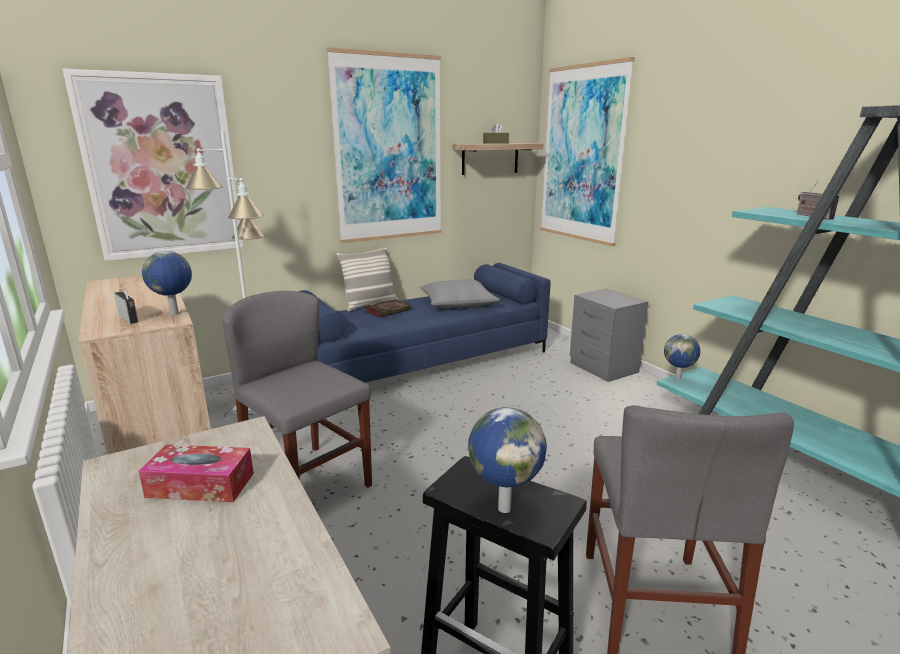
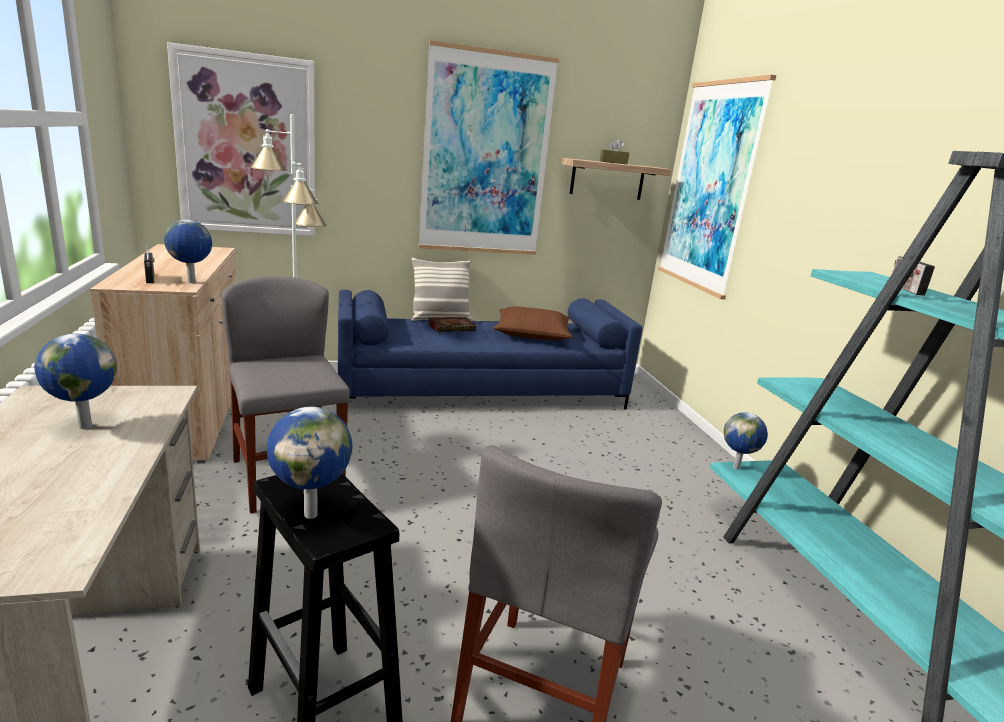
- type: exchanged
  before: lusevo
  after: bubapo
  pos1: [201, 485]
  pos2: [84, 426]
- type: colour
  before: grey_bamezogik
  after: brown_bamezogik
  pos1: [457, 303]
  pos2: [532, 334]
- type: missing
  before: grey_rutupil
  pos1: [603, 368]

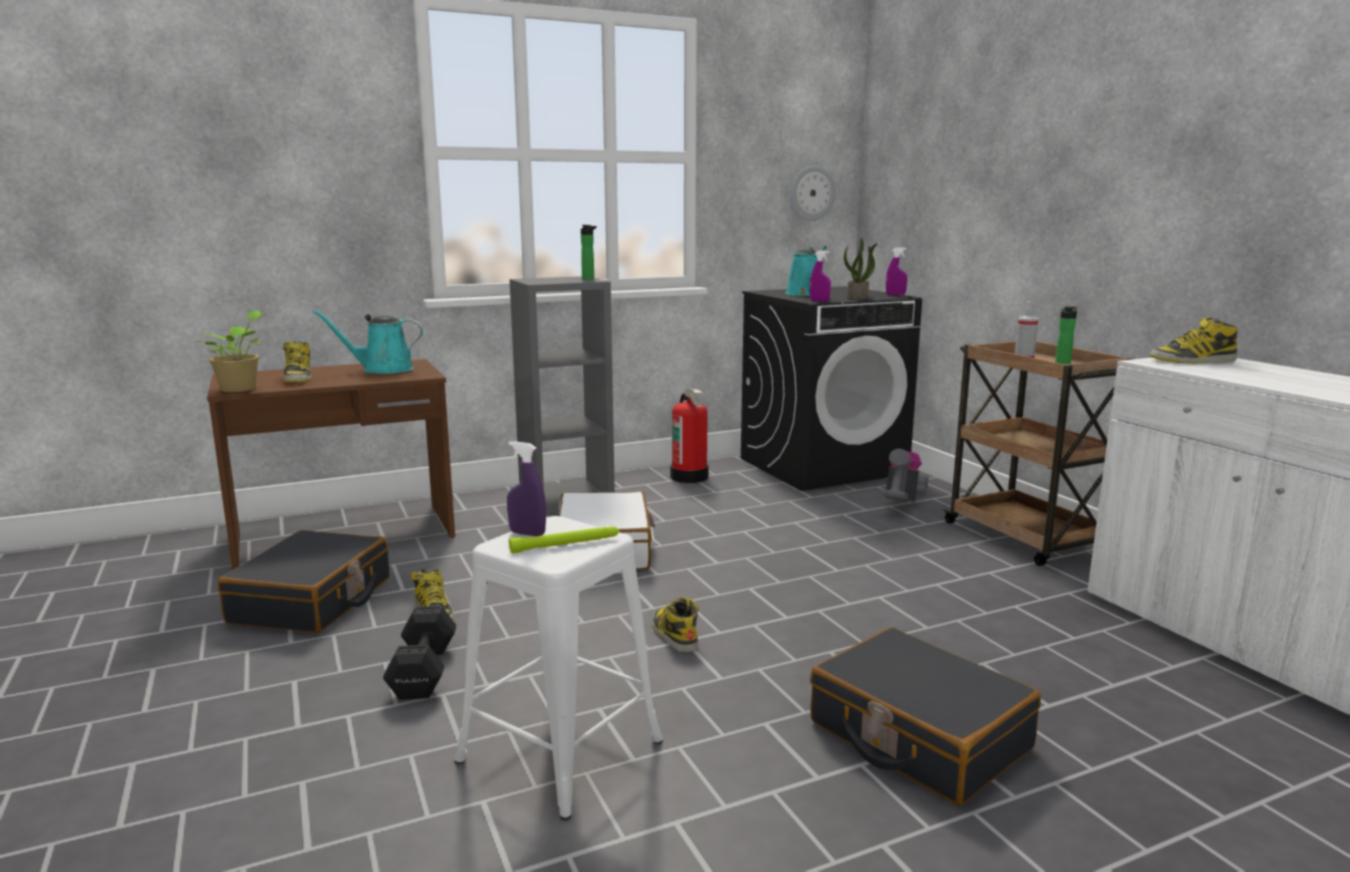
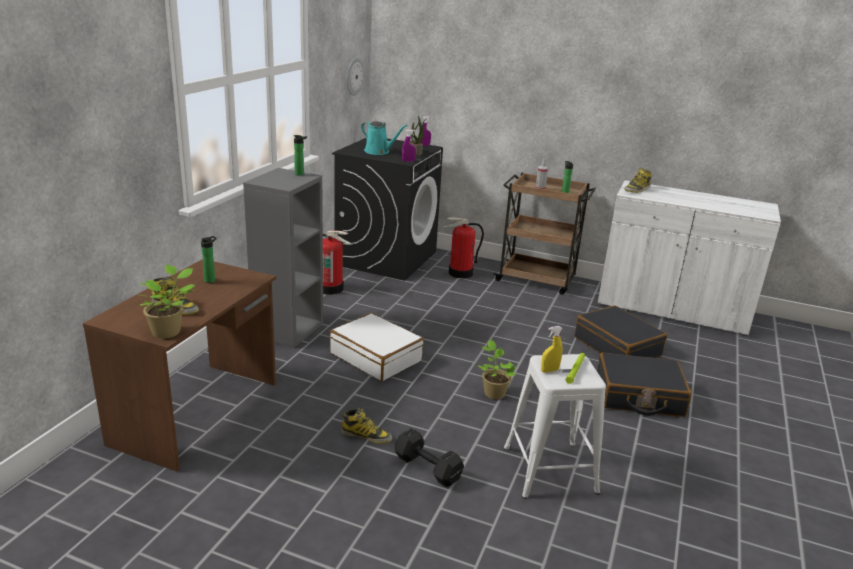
- type: relocated
  before: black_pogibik
  pos1: [312, 601]
  pos2: [617, 346]
- type: exchanged
  before: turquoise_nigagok
  after: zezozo
  pos1: [382, 370]
  pos2: [211, 280]
- type: colour
  before: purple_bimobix
  after: yellow_bimobix
  pos1: [527, 533]
  pos2: [549, 370]
- type: exchanged
  before: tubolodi
  after: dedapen
  pos1: [674, 634]
  pos2: [493, 392]
- type: exchanged
  before: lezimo
  after: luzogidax
  pos1: [902, 502]
  pos2: [460, 273]

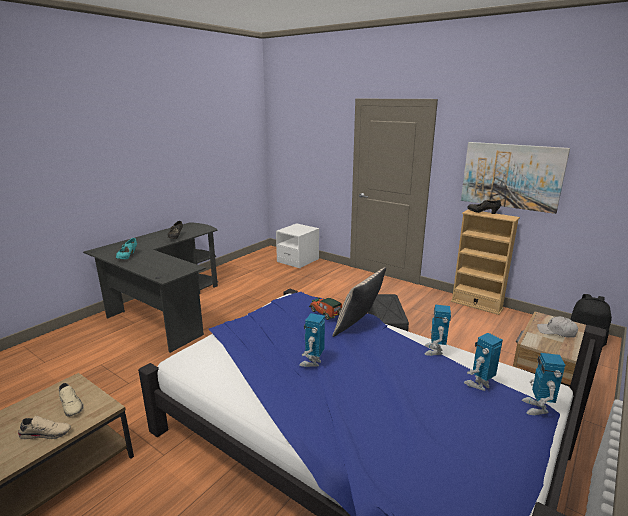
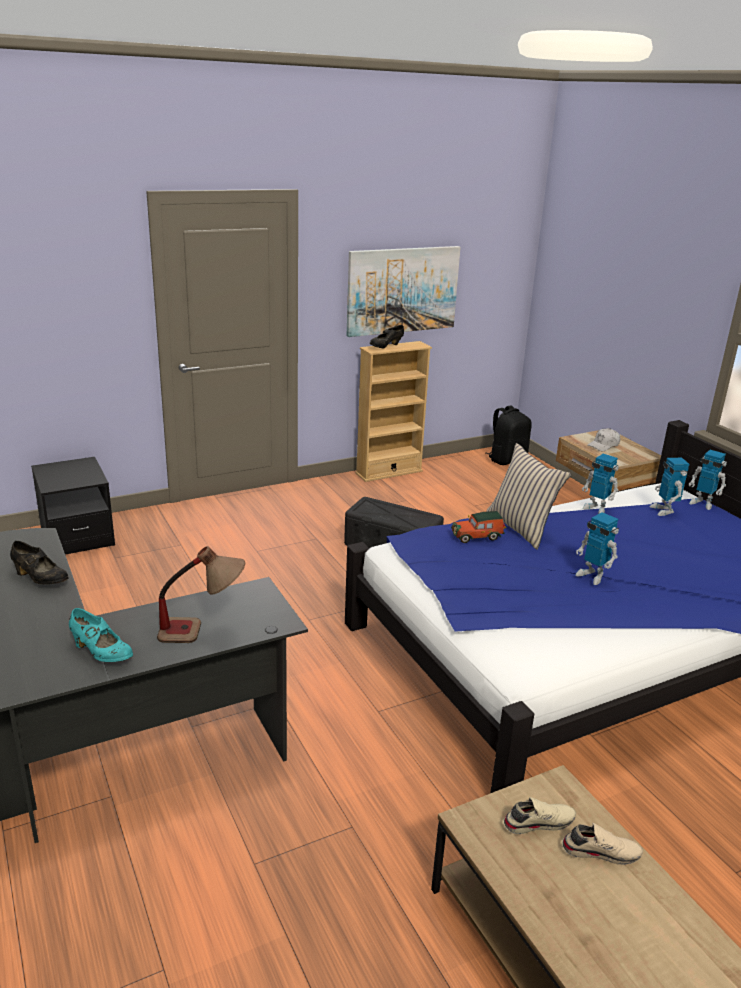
- type: spun
  before: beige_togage
  pos1: [46, 433]
  pos2: [600, 851]
  turn: 75
- type: colour
  before: white_rutupil
  after: black_rutupil
  pos1: [298, 261]
  pos2: [77, 537]
- type: appeared
  after: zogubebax
  pos2: [203, 632]

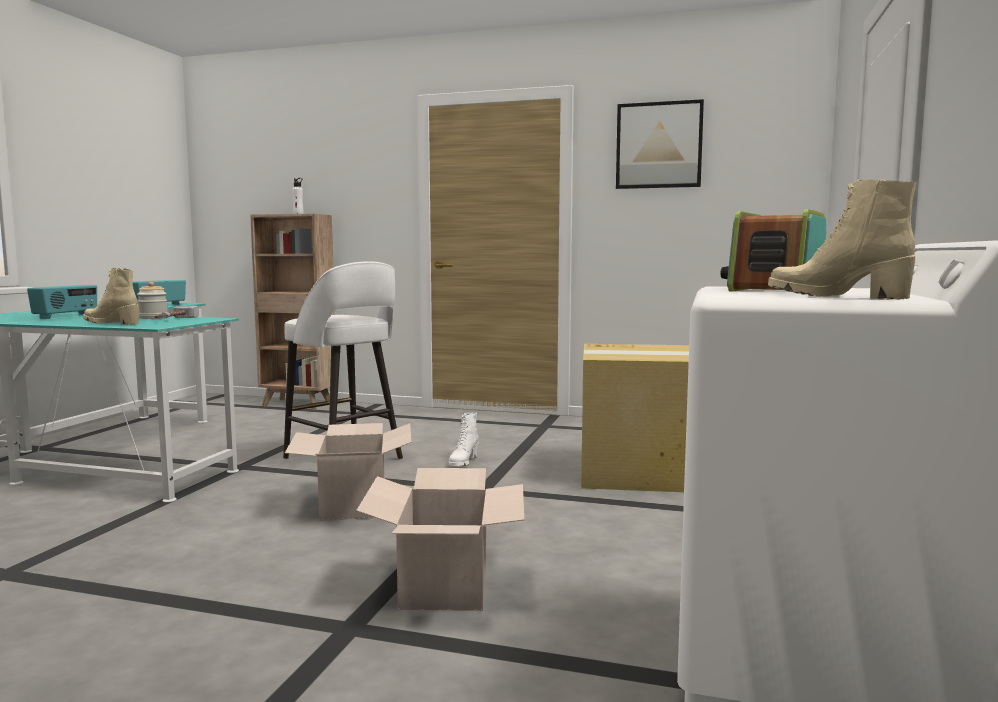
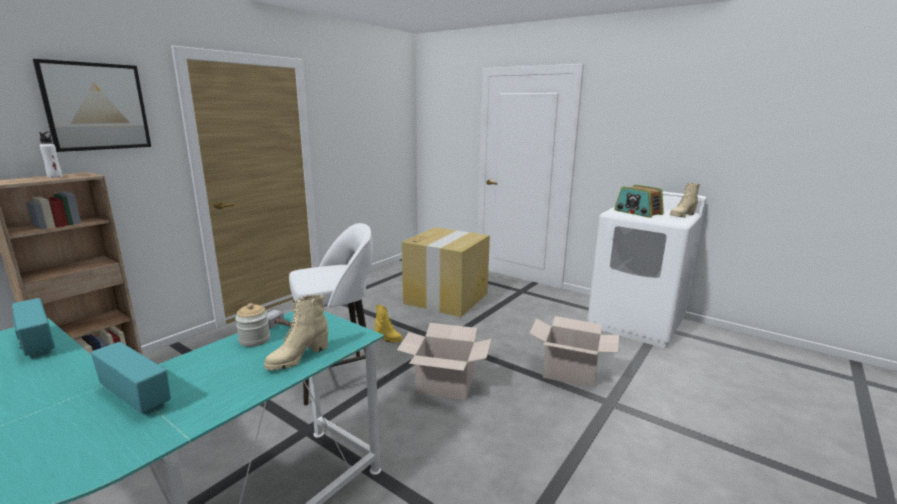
- type: colour
  before: white_tubolodi
  after: yellow_tubolodi
  pos1: [463, 462]
  pos2: [388, 337]
- type: relocated
  before: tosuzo
  pos1: [659, 145]
  pos2: [96, 107]

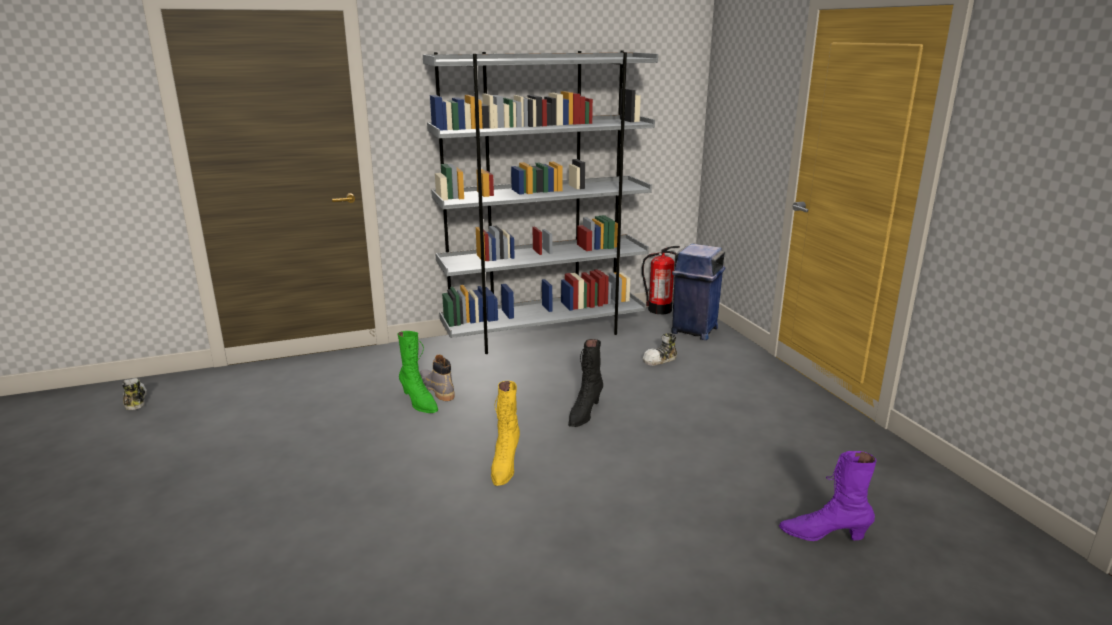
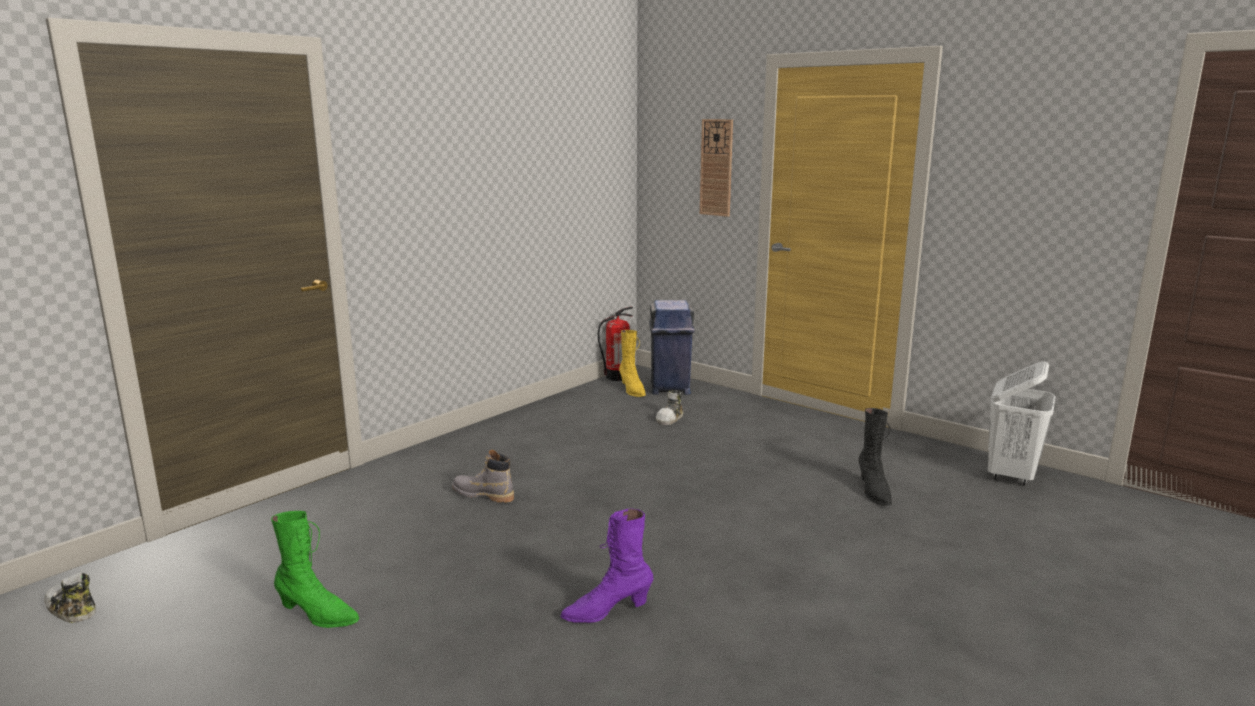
- type: relocated
  before: green_tubolodi
  pos1: [419, 402]
  pos2: [317, 615]
- type: missing
  before: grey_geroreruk
  pos1: [544, 333]
- type: relocated
  before: yellow_tubolodi
  pos1: [504, 466]
  pos2: [632, 390]
- type: relocated
  before: black_tubolodi
  pos1: [584, 414]
  pos2: [873, 491]
- type: relocated
  before: purple_tubolodi
  pos1: [823, 535]
  pos2: [607, 611]
- type: appeared
  after: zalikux
  pos2: [716, 167]
- type: appeared
  after: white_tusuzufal
  pos2: [1011, 475]

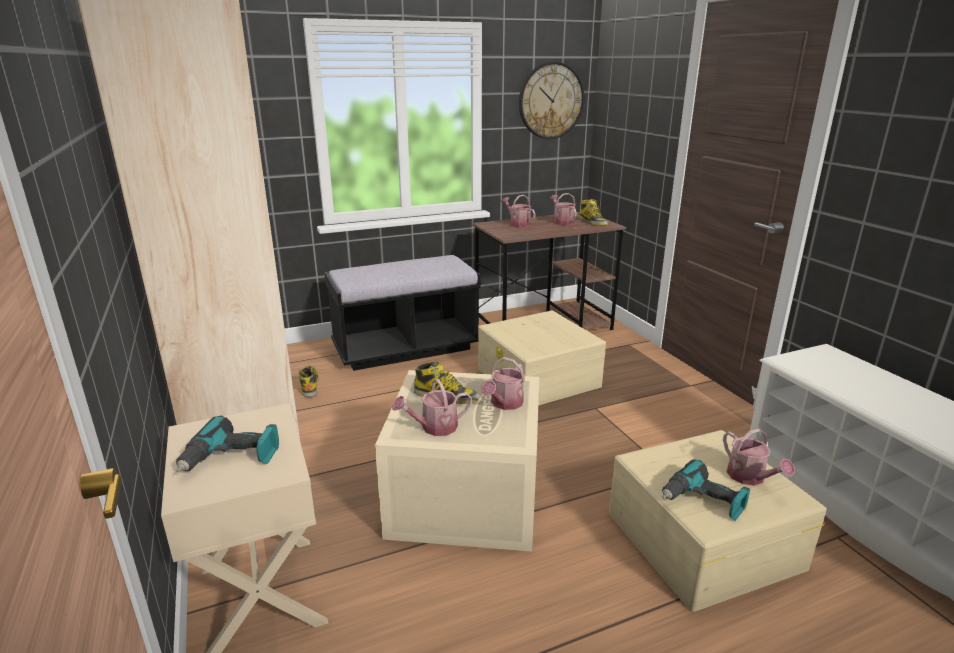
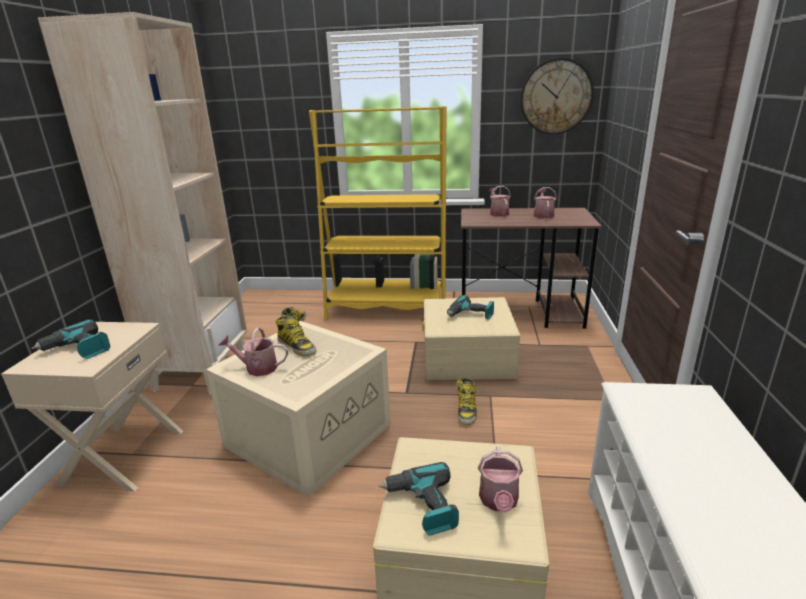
- type: exchanged
  before: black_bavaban
  after: yellow_geroreruk
  pos1: [405, 348]
  pos2: [387, 309]
- type: missing
  before: nigagok
  pos1: [504, 404]
- type: relocated
  before: tubolodi
  pos1: [593, 222]
  pos2: [466, 410]
- type: appeared
  after: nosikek
  pos2: [470, 315]

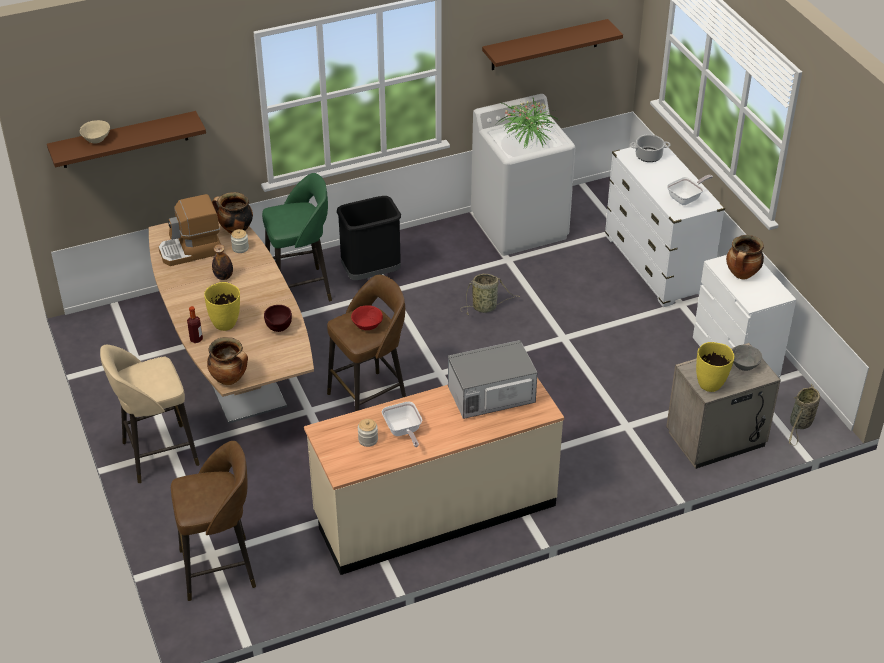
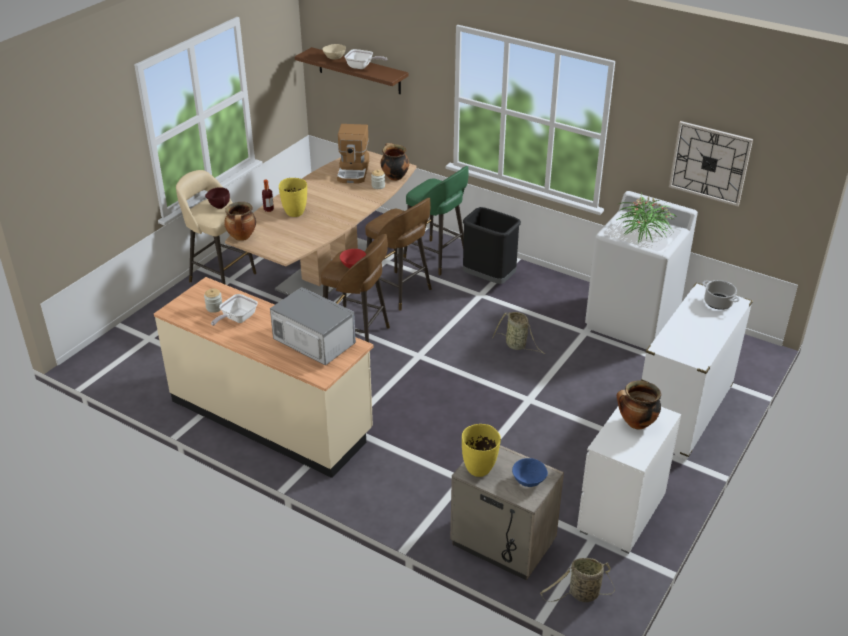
- type: spun
  before: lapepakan
  pos1: [191, 251]
  pos2: [354, 171]
  turn: -120
- type: relocated
  before: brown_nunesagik
  pos1: [220, 568]
  pos2: [399, 291]
- type: missing
  before: zezozo
  pos1: [223, 276]
- type: relocated
  before: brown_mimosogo
  pos1: [279, 330]
  pos2: [219, 207]
- type: exchanged
  before: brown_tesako
  after: zalikux
  pos1: [545, 45]
  pos2: [709, 163]
- type: relocated
  before: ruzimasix
  pos1: [687, 198]
  pos2: [362, 67]
- type: colour
  before: grey_mimosogo
  after: blue_mimosogo
  pos1: [744, 365]
  pos2: [528, 481]

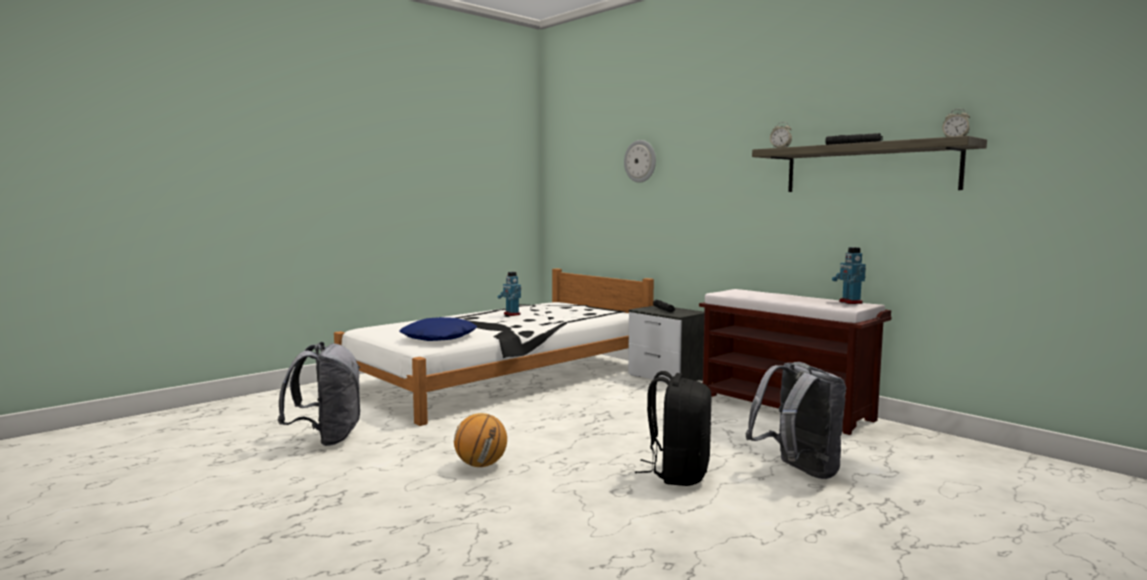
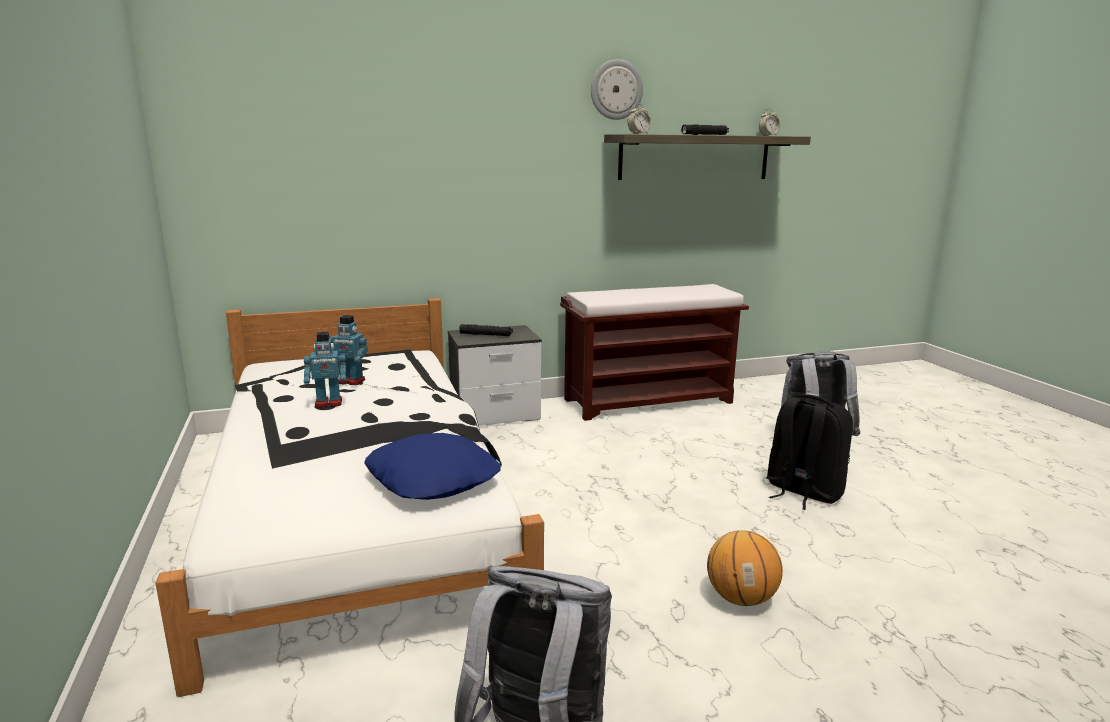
- type: relocated
  before: zalikux
  pos1: [640, 161]
  pos2: [616, 90]
- type: relocated
  before: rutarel
  pos1: [850, 302]
  pos2: [350, 381]

